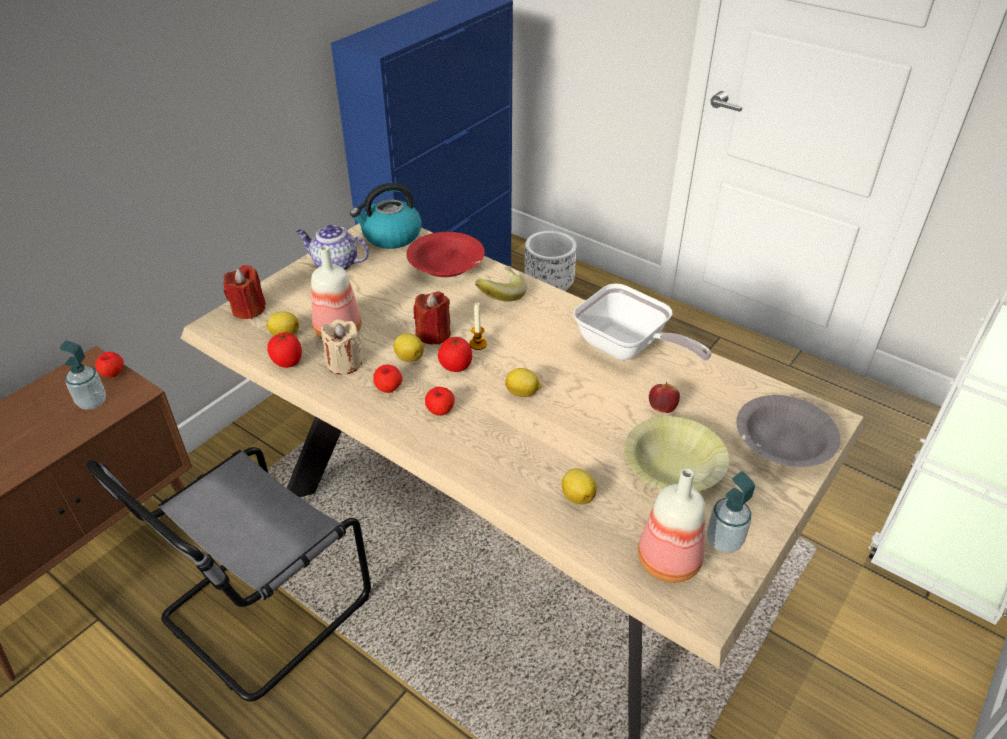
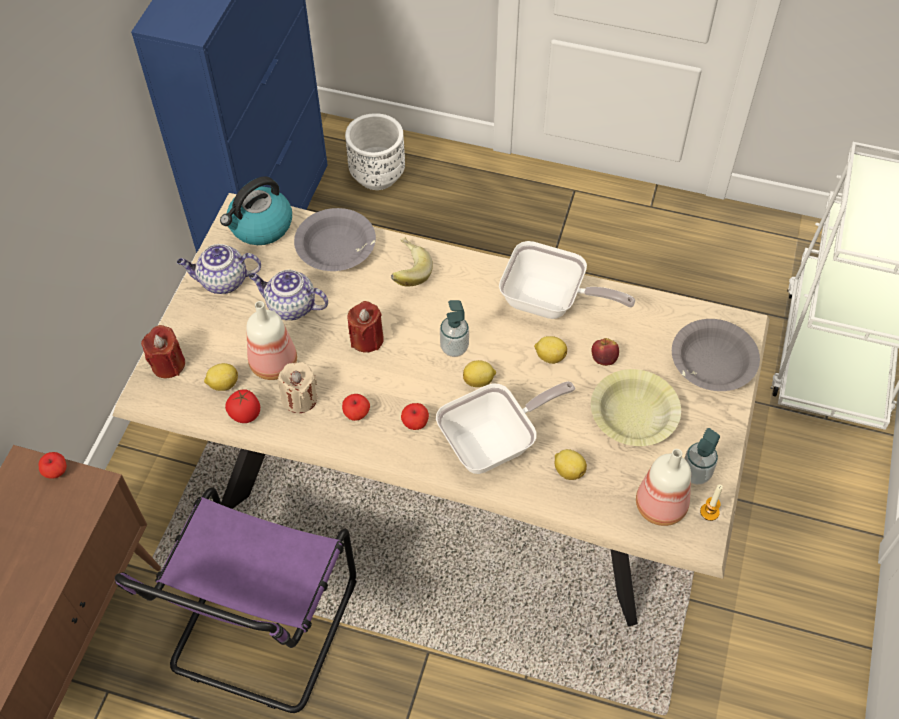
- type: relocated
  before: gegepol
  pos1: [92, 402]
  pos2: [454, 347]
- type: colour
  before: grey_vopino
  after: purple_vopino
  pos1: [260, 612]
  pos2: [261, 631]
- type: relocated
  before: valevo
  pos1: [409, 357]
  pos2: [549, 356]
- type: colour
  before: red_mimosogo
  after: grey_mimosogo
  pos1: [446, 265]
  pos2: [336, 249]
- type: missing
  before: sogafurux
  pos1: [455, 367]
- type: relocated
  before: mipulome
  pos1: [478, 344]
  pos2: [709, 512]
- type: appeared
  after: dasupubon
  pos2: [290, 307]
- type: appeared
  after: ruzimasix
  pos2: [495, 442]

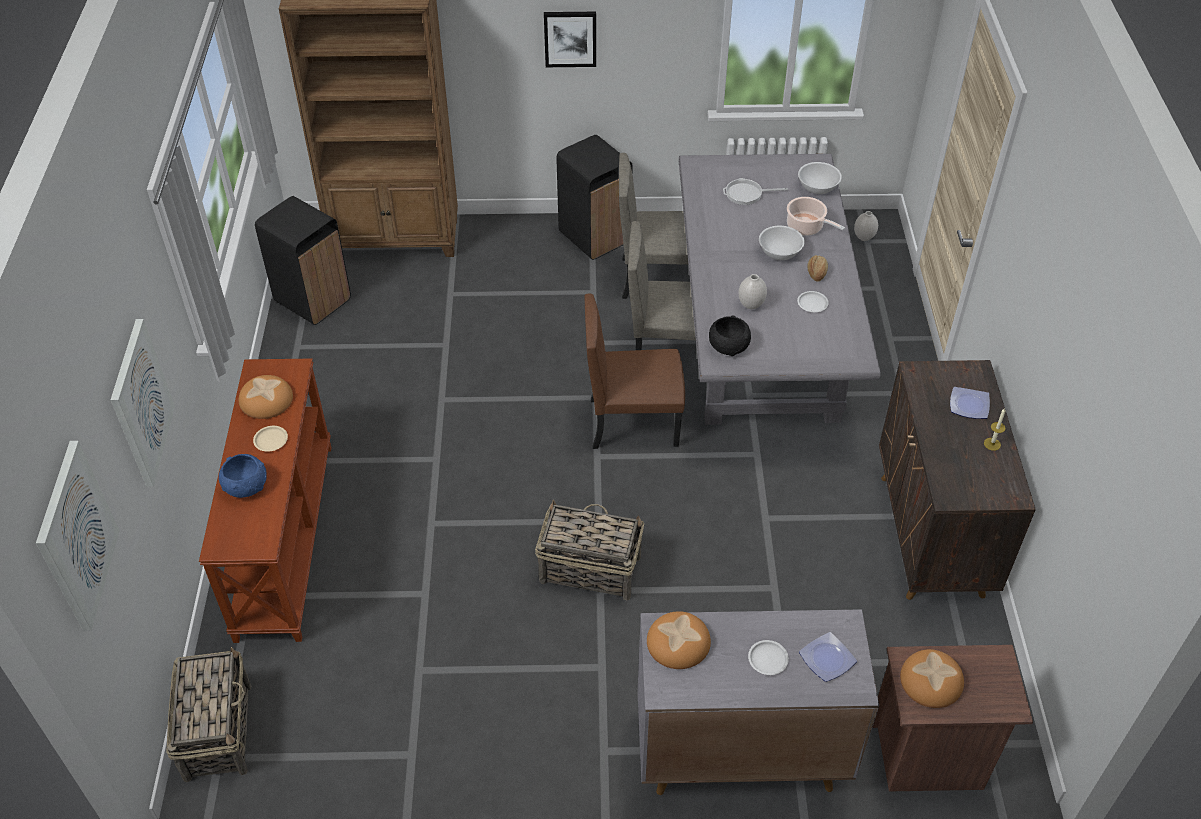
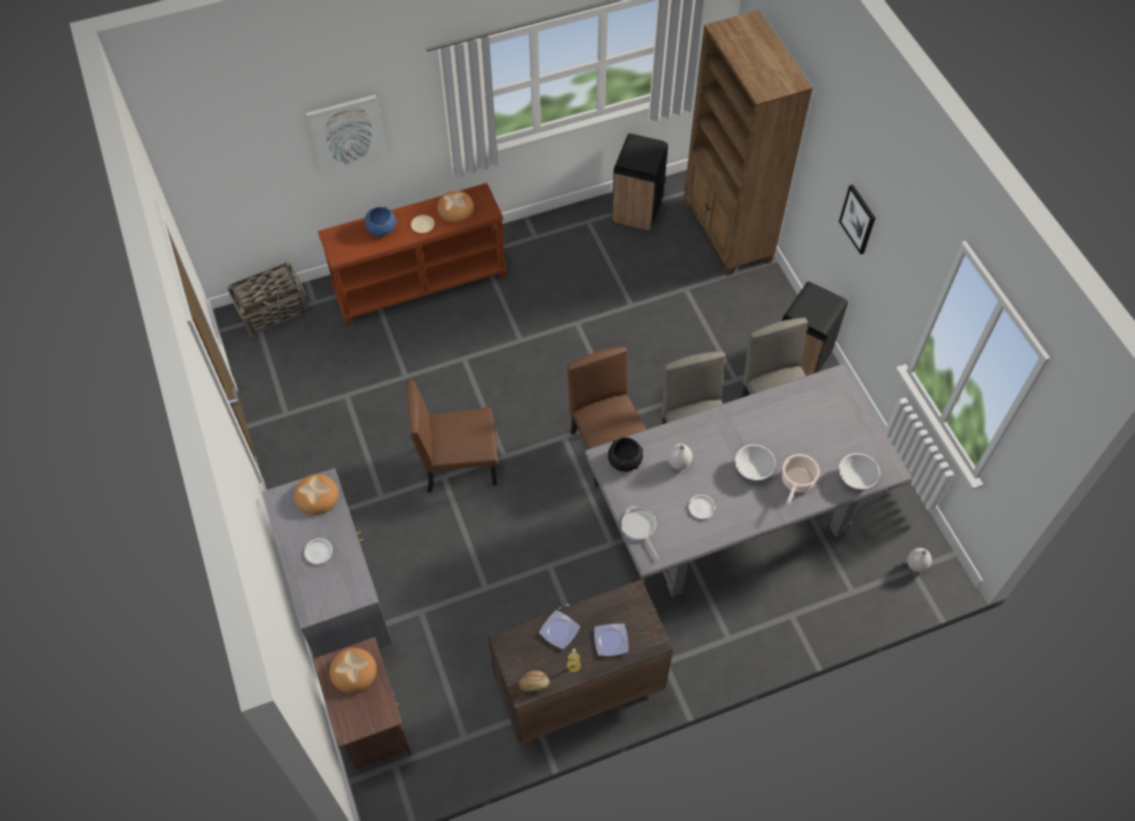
- type: missing
  before: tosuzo
  pos1: [76, 536]
- type: exchanged
  before: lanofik
  after: brown_vopino
  pos1: [589, 568]
  pos2: [459, 464]
- type: relocated
  before: ruzimasix
  pos1: [746, 194]
  pos2: [640, 528]
- type: relocated
  before: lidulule
  pos1: [826, 659]
  pos2: [559, 630]
- type: relocated
  before: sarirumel
  pos1: [816, 272]
  pos2: [534, 683]

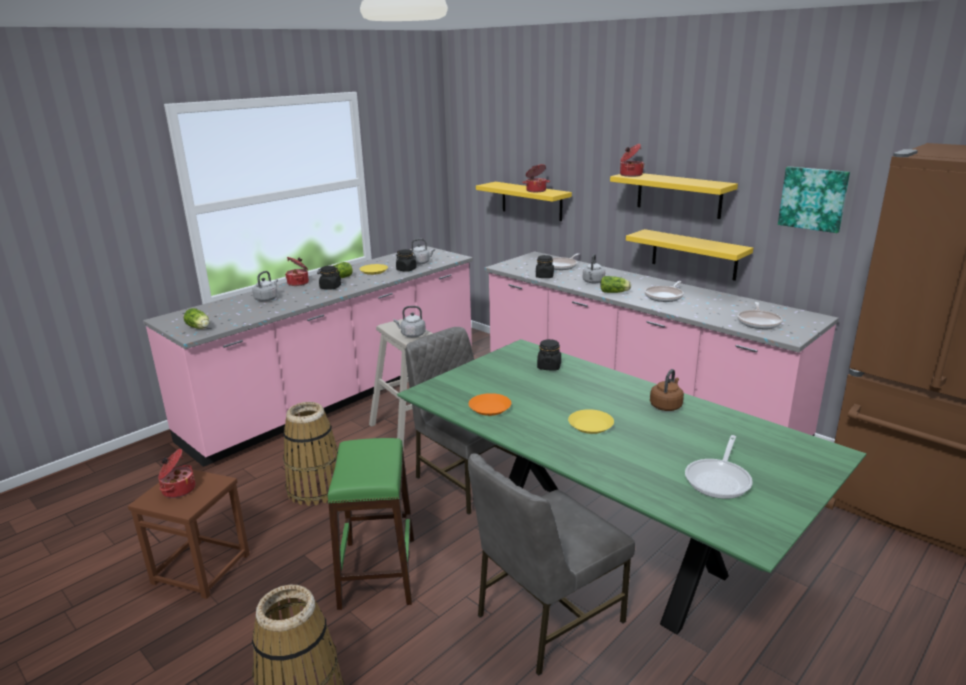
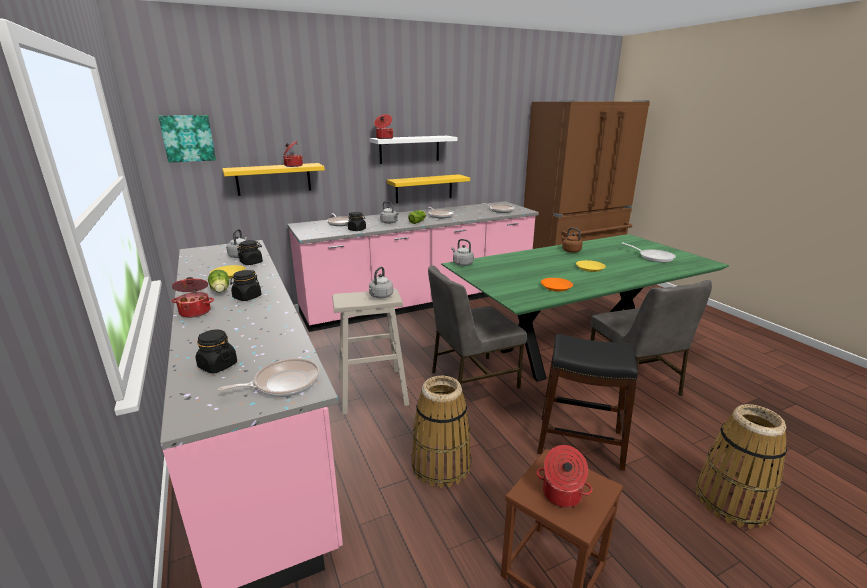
- type: exchanged
  before: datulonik
  after: ruzimasix
  pos1: [199, 328]
  pos2: [283, 383]
- type: relocated
  before: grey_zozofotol
  pos1: [267, 299]
  pos2: [462, 263]
- type: colour
  before: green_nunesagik
  after: black_nunesagik
  pos1: [377, 572]
  pos2: [580, 443]
- type: relocated
  before: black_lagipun
  pos1: [549, 366]
  pos2: [217, 366]
- type: colour
  before: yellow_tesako
  after: white_tesako
  pos1: [679, 195]
  pos2: [409, 149]
- type: relocated
  before: tosuzo
  pos1: [813, 198]
  pos2: [188, 138]

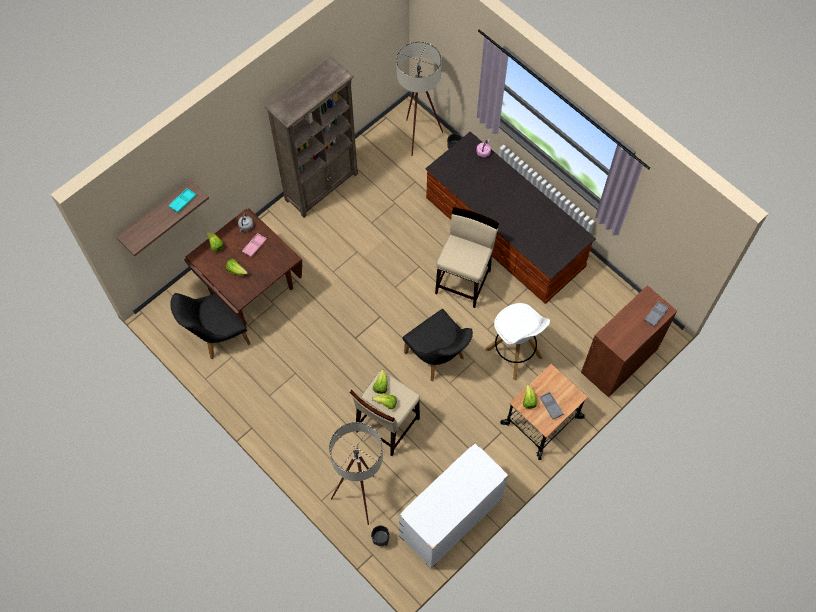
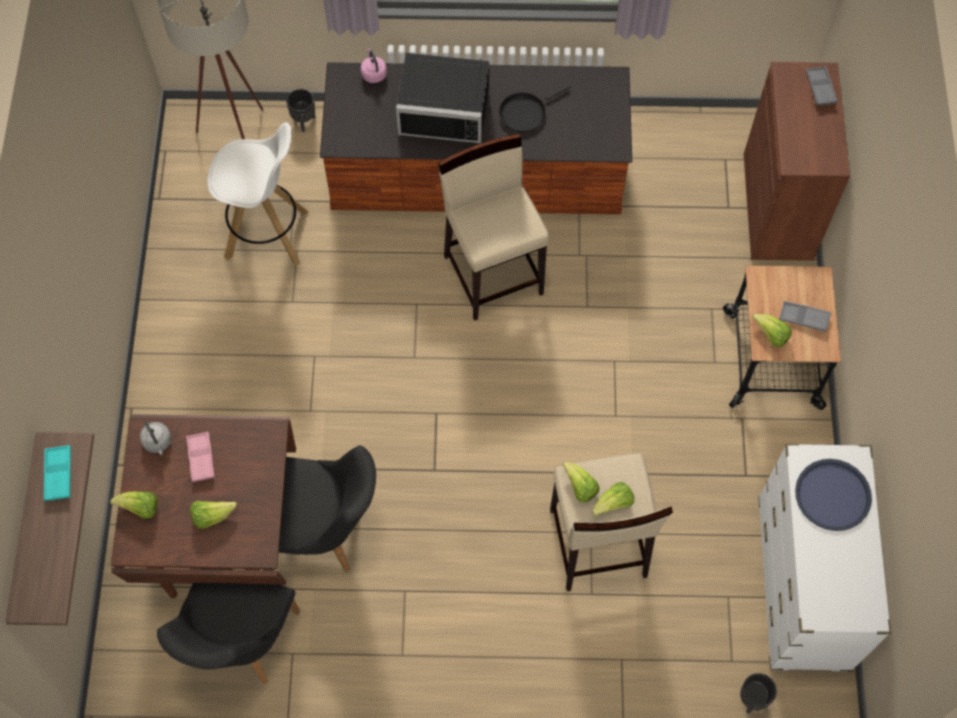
- type: missing
  before: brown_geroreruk
  pos1: [322, 186]
- type: missing
  before: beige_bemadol
  pos1: [361, 495]
- type: relocated
  before: black_vopino
  pos1: [438, 358]
  pos2: [327, 532]
- type: relocated
  before: white_nunesagik
  pos1: [514, 354]
  pos2: [268, 234]
- type: appeared
  after: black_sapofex
  pos2: [445, 107]
- type: appeared
  after: black_ruzimasix
  pos2: [525, 112]
- type: appeared
  after: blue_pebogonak
  pos2: [832, 495]

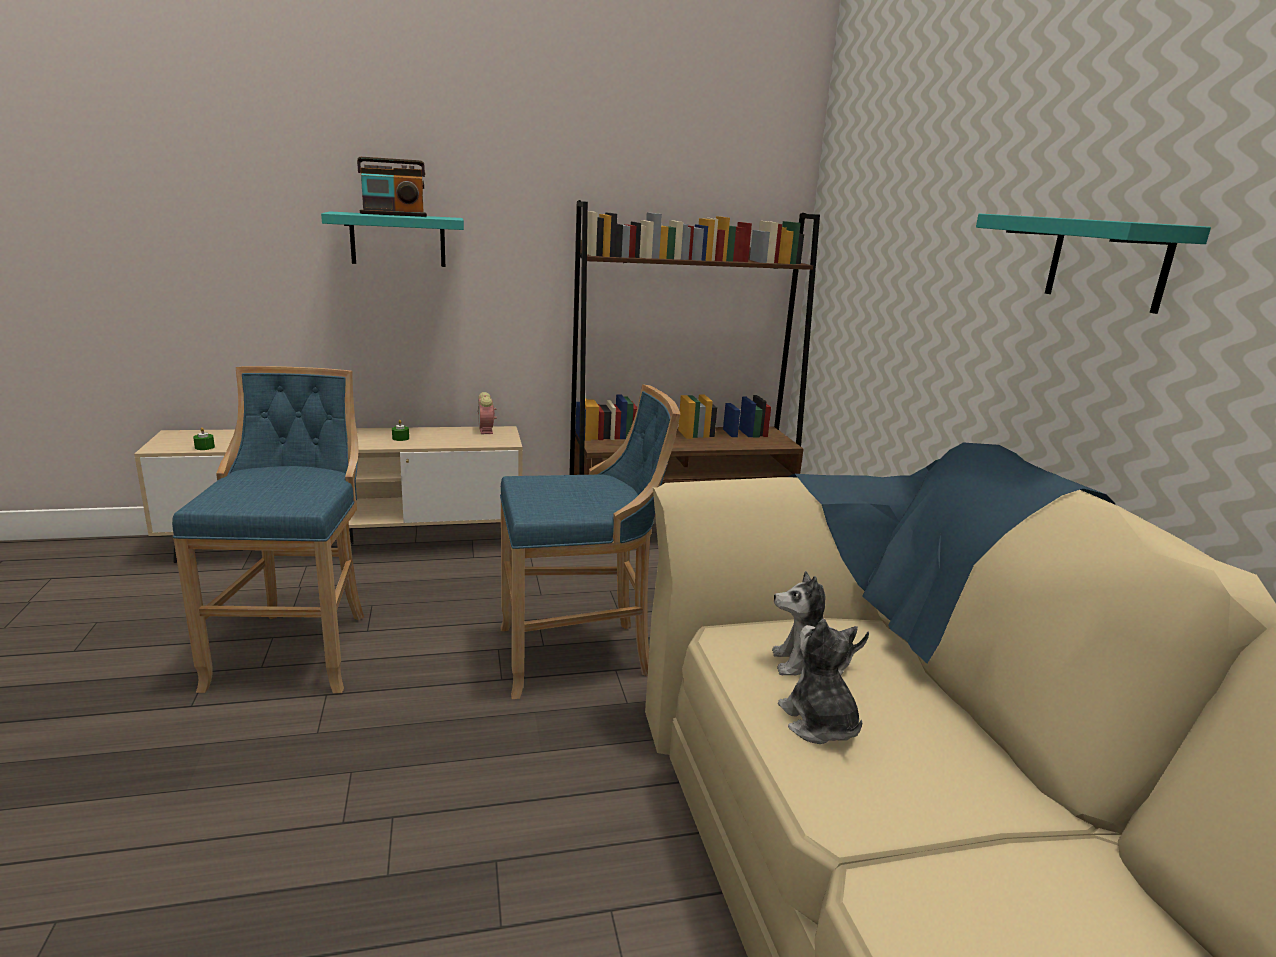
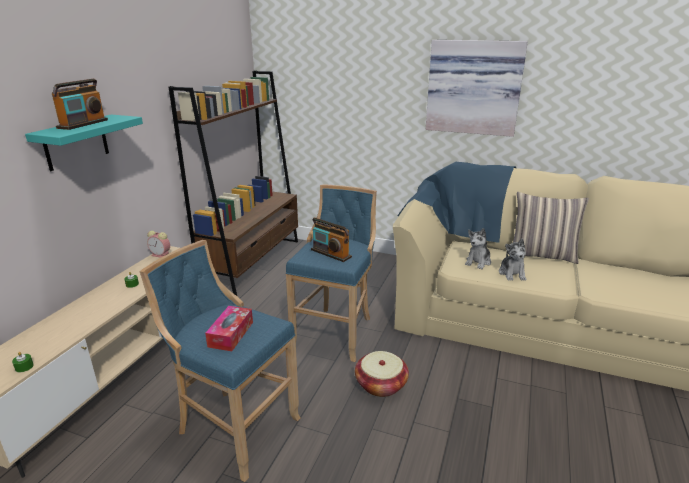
- type: spun
  before: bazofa
  pos1: [819, 723]
  pos2: [512, 273]
  turn: -105
- type: exchanged
  before: turquoise_tesako
  after: tosuzo
  pos1: [1107, 262]
  pos2: [474, 87]
- type: appeared
  after: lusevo
  pos2: [231, 334]
- type: appeared
  after: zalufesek
  pos2: [331, 253]
- type: appeared
  after: lanofik
  pos2: [381, 384]
- type: appeared
  after: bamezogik
  pos2: [542, 255]

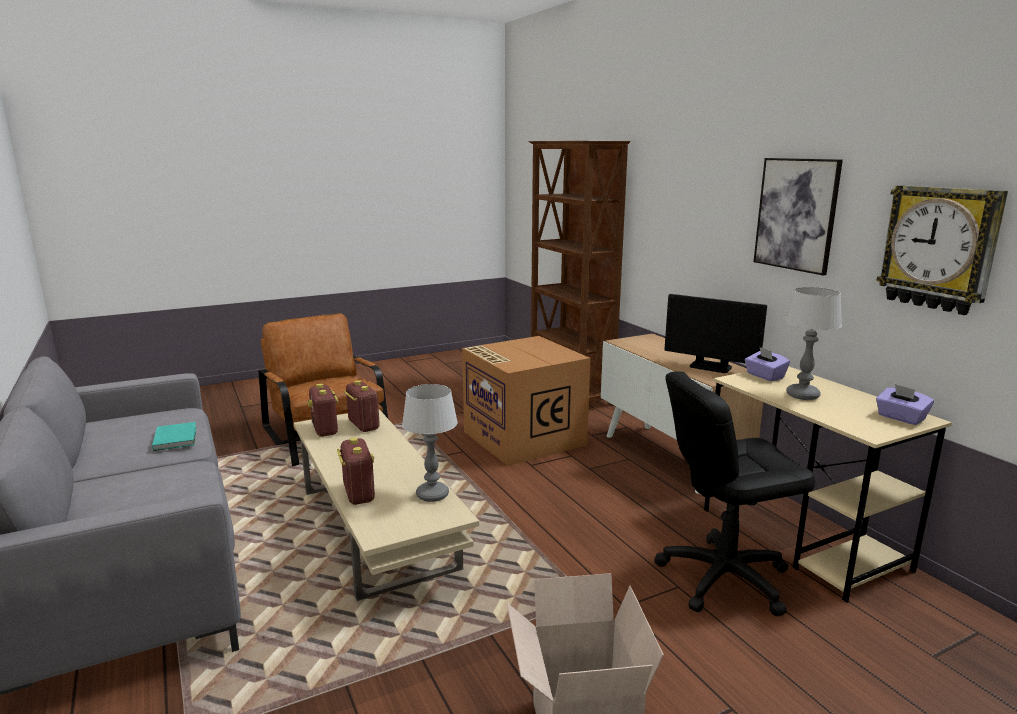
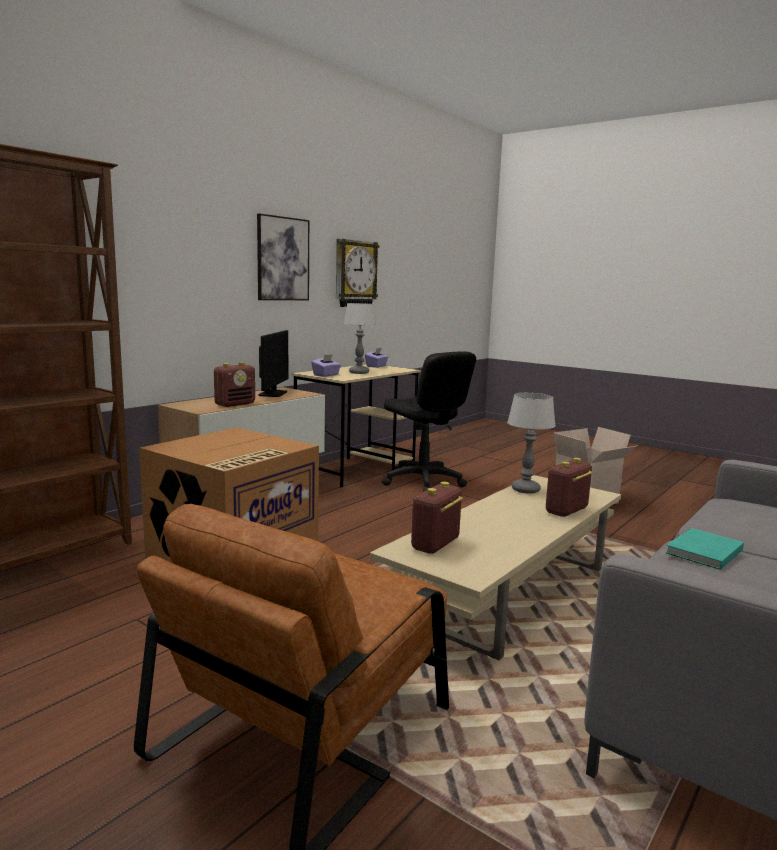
- type: relocated
  before: zalufesek
  pos1: [325, 430]
  pos2: [235, 404]

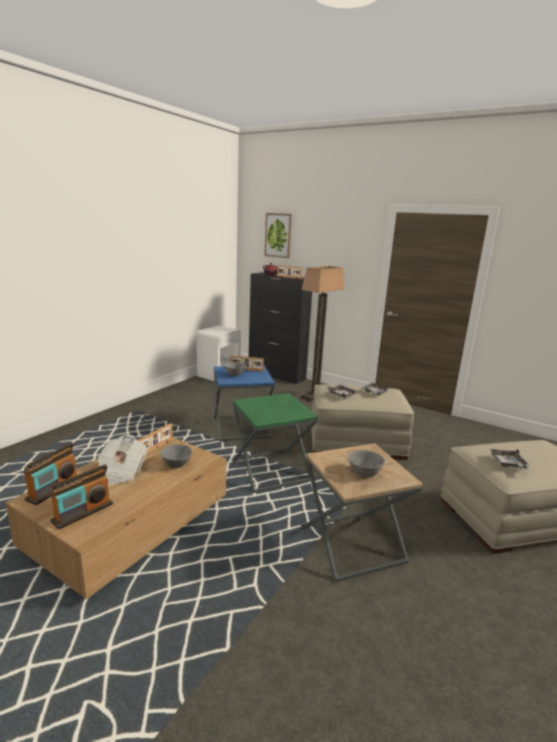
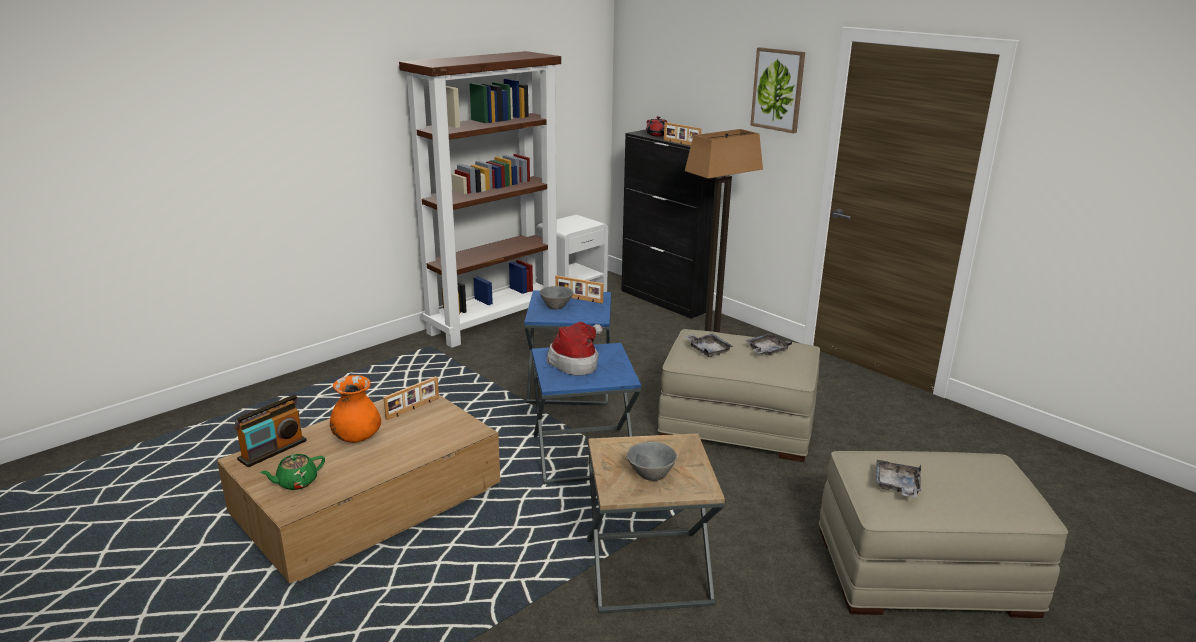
- type: exchanged
  before: zalufesek
  after: green_dasupubon
  pos1: [83, 512]
  pos2: [296, 482]
- type: exchanged
  before: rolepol
  after: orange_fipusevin
  pos1: [121, 472]
  pos2: [357, 437]
- type: missing
  before: grey_mimosogo
  pos1: [176, 465]
- type: colour
  before: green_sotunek
  after: blue_sotunek
  pos1: [271, 470]
  pos2: [583, 455]
- type: relocated
  before: tosuzo
  pos1: [278, 235]
  pos2: [778, 90]
- type: appeared
  after: brown_geroreruk
  pos2: [494, 321]
- type: appeared
  after: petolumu
  pos2: [576, 362]

